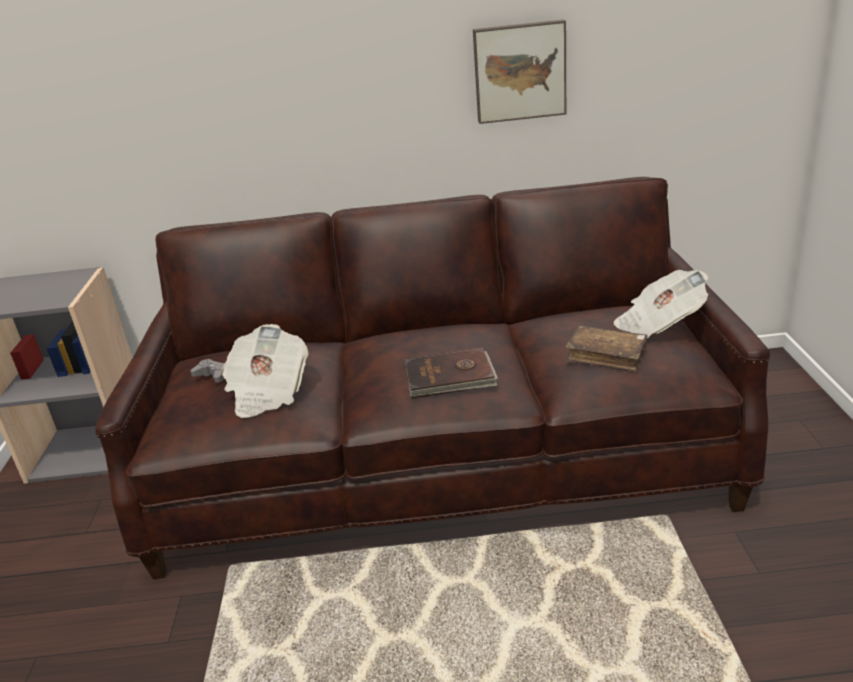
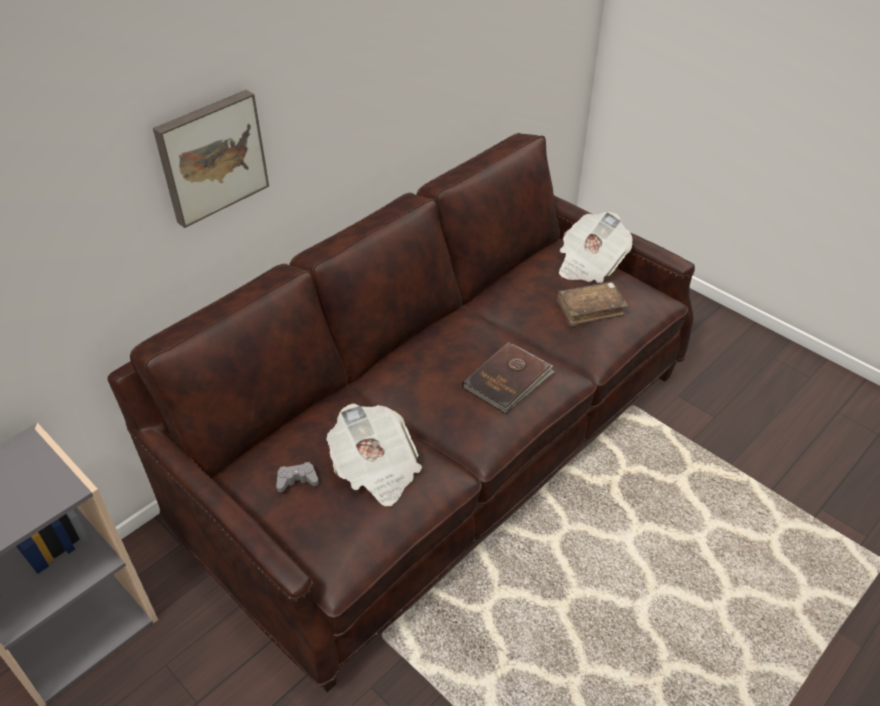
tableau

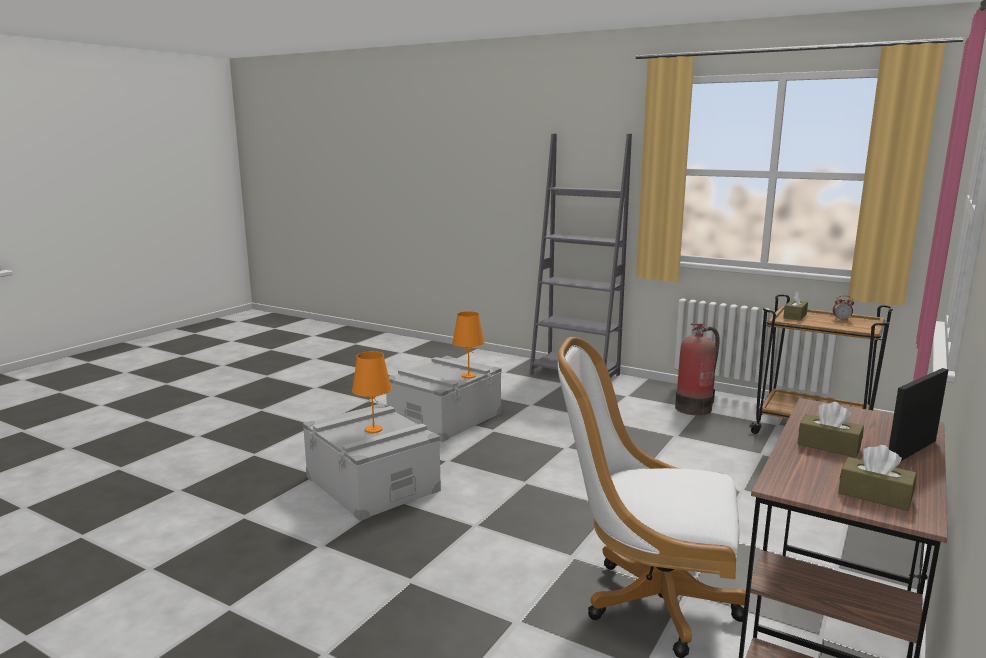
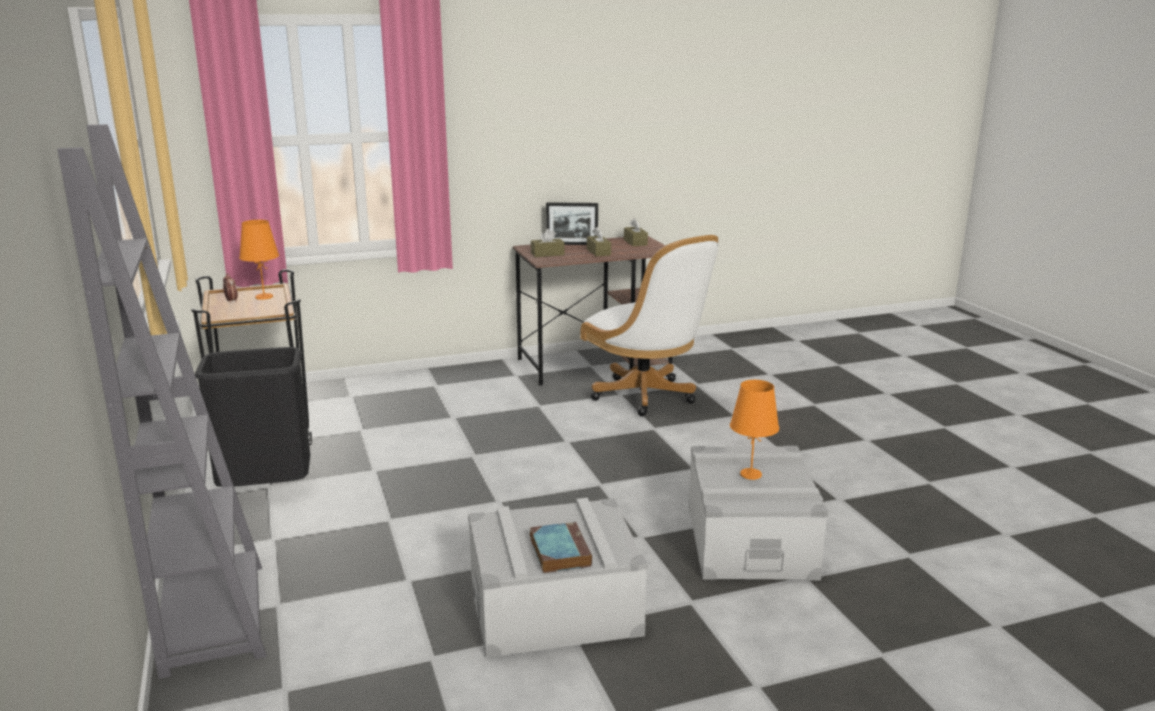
livre; lampe de table (orange) (no. 1 from left); boîte à mouchoirs (marron) (no. 1 from left); poubelle (noir)

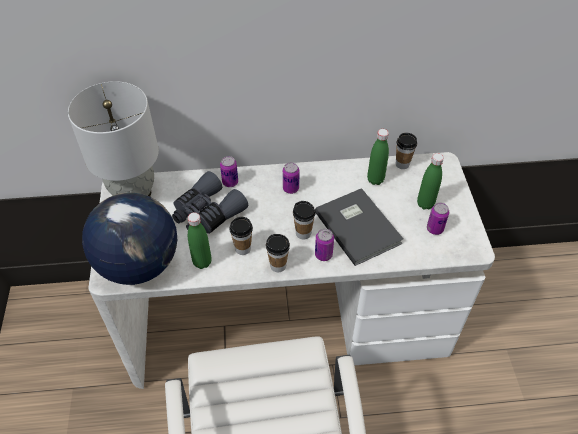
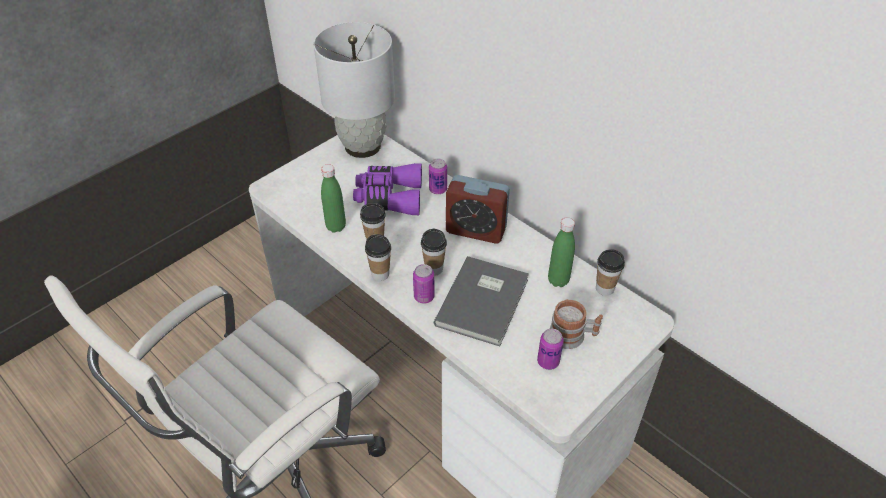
globe; réveil; mug; jumelles (violet)

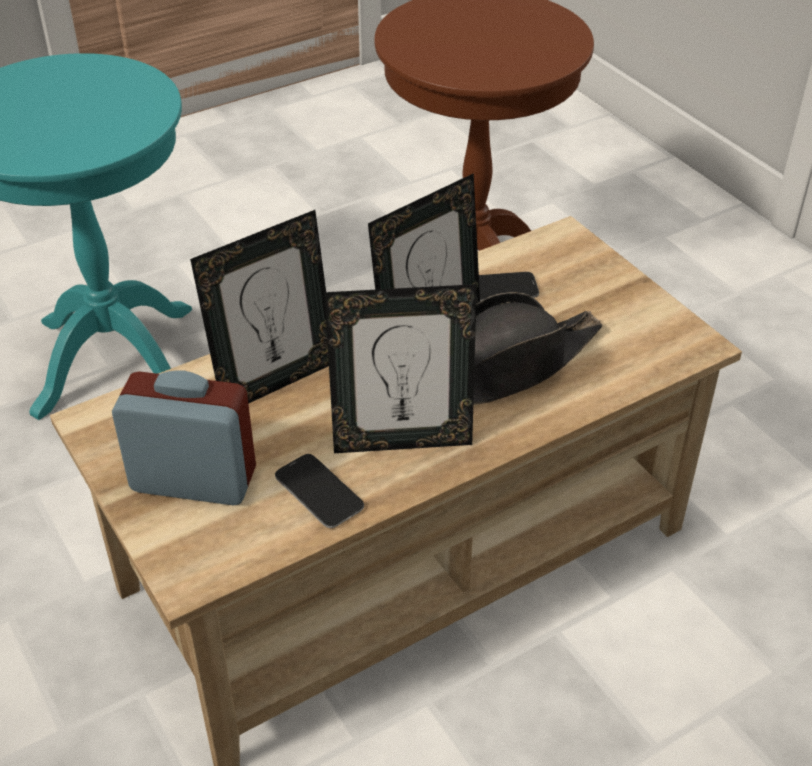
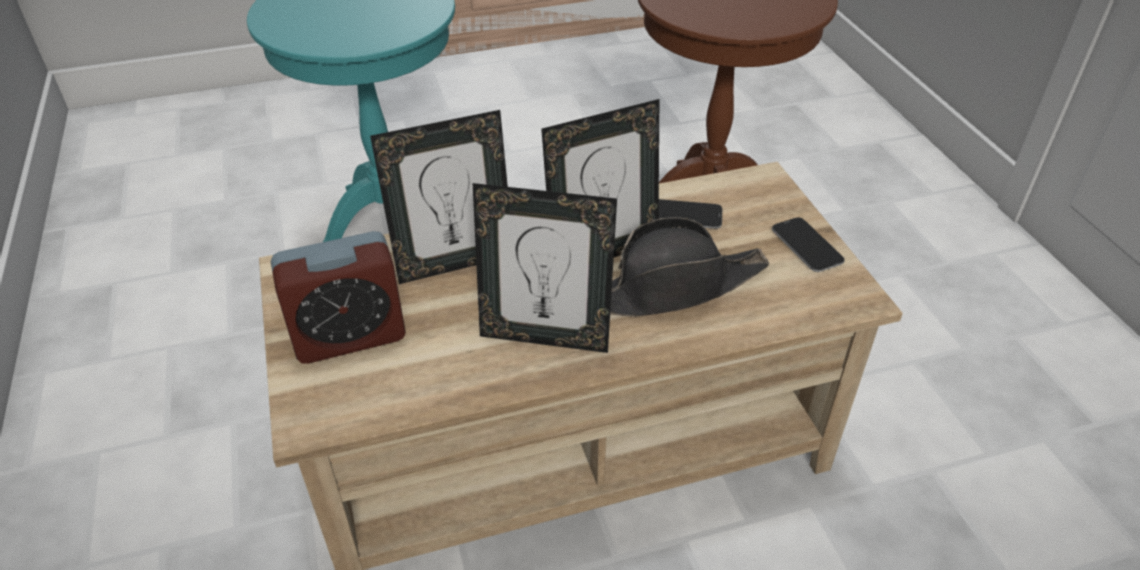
téléphone (no. 2 from left); réveil

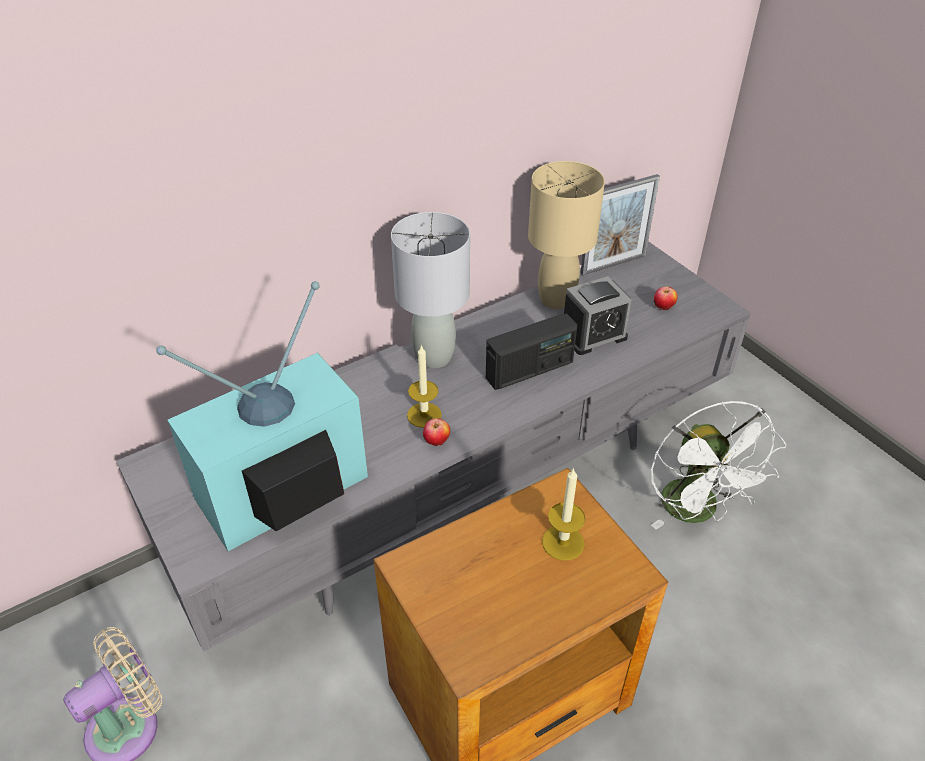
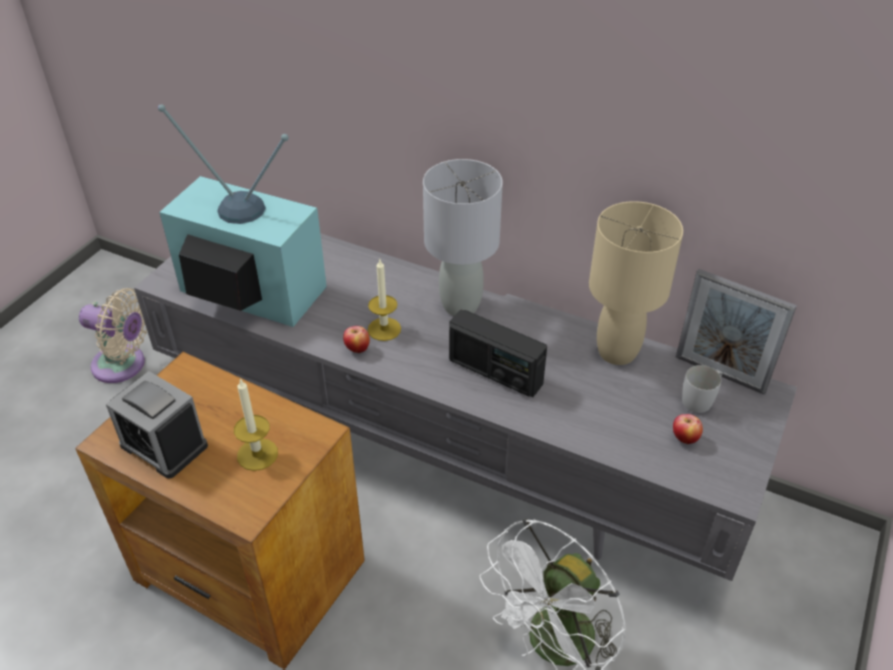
mug (blanc); réveil

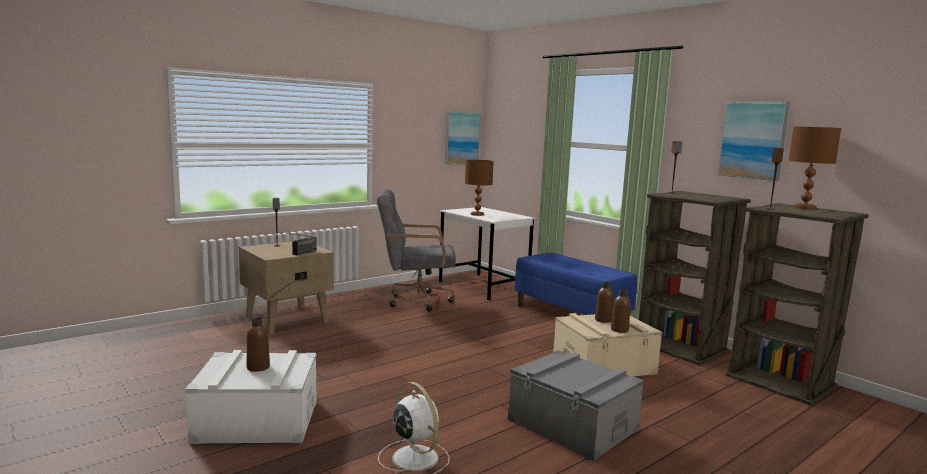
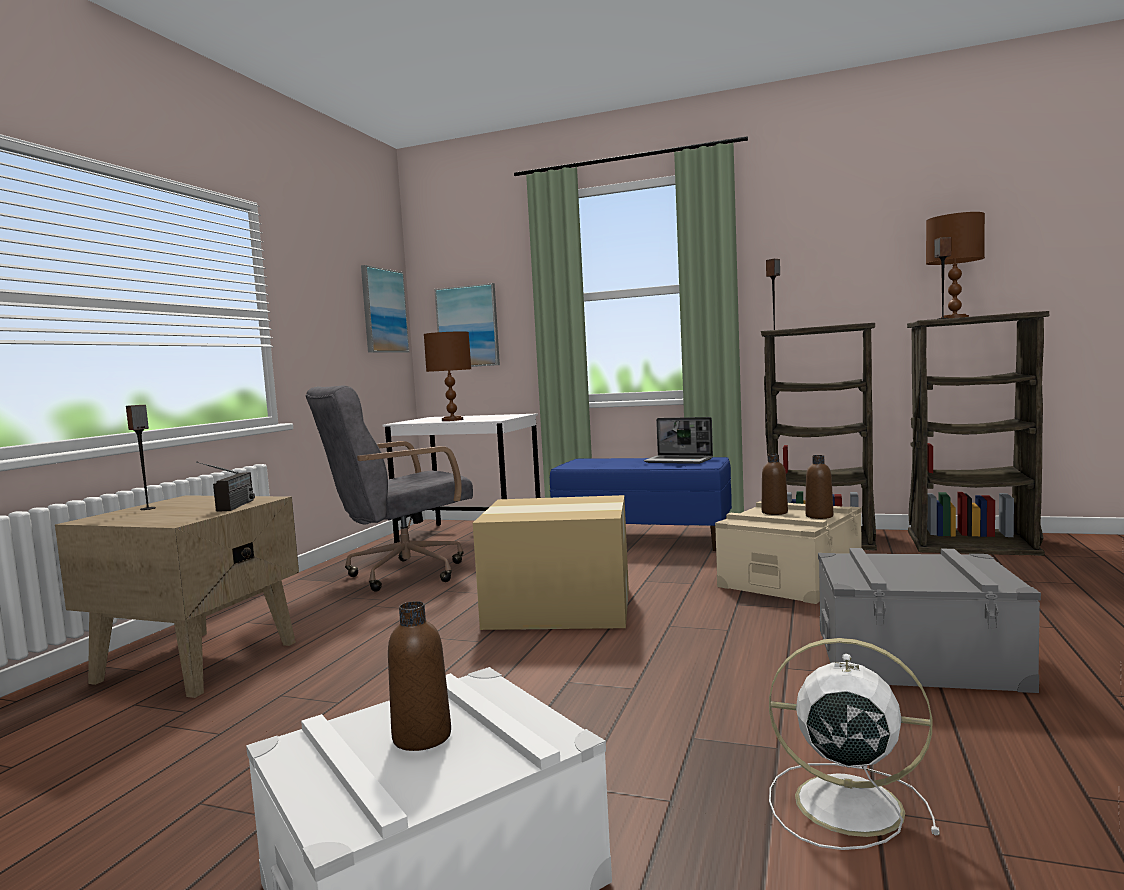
carton; ordinateur portable; tableau (no. 2 from left)

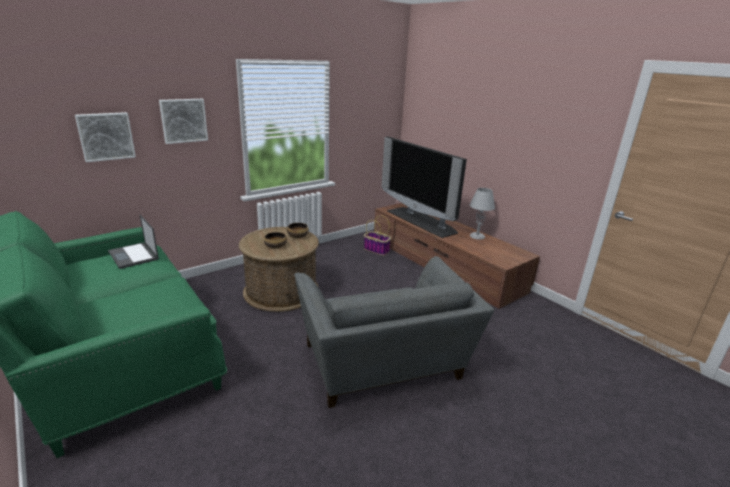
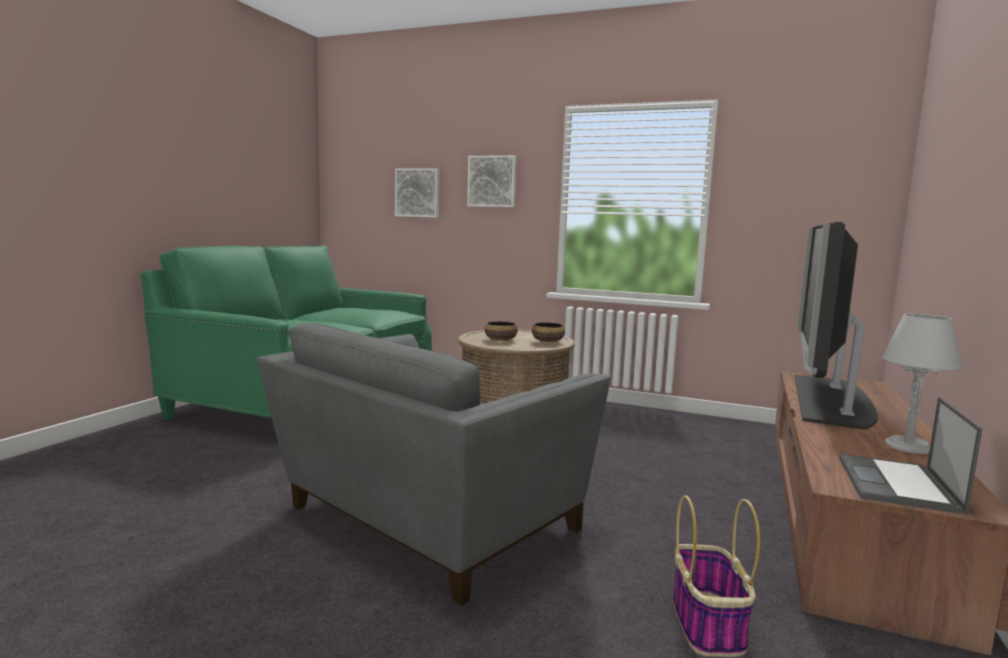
ordinateur portable; panier

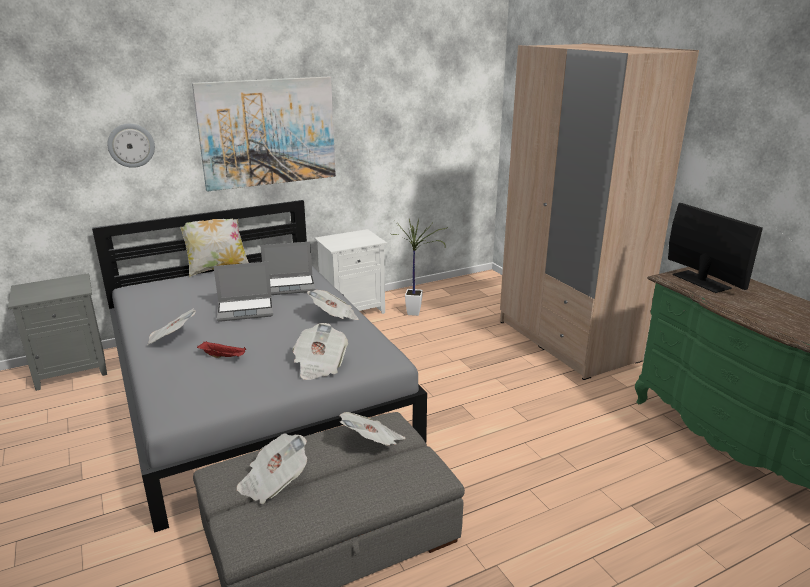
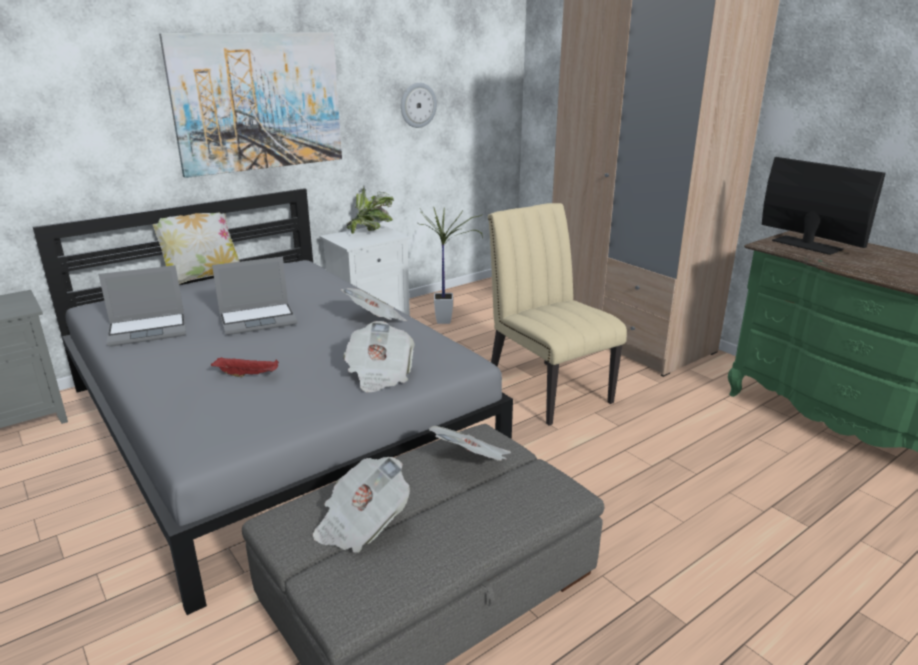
journal (no. 1 from left in the first image); plante en pot (no. 1 from left); chaise (beige); horloge murale; ordinateur portable (no. 1 from left)

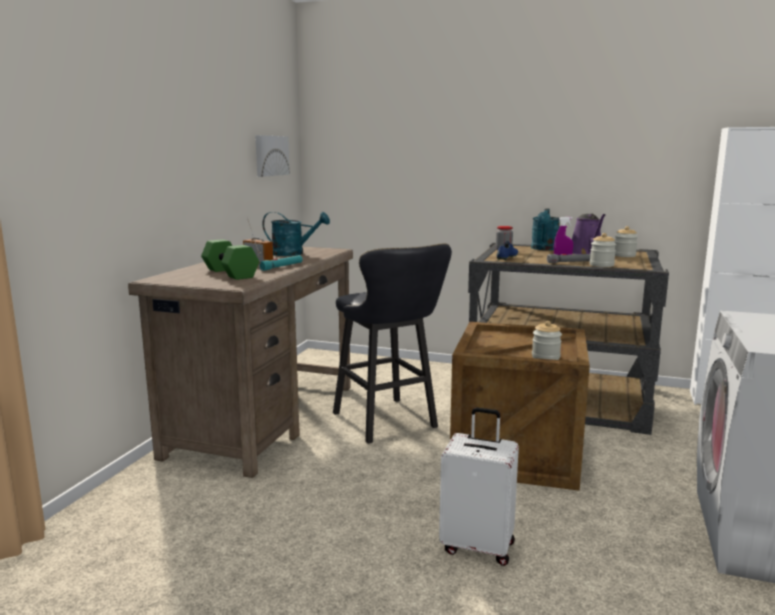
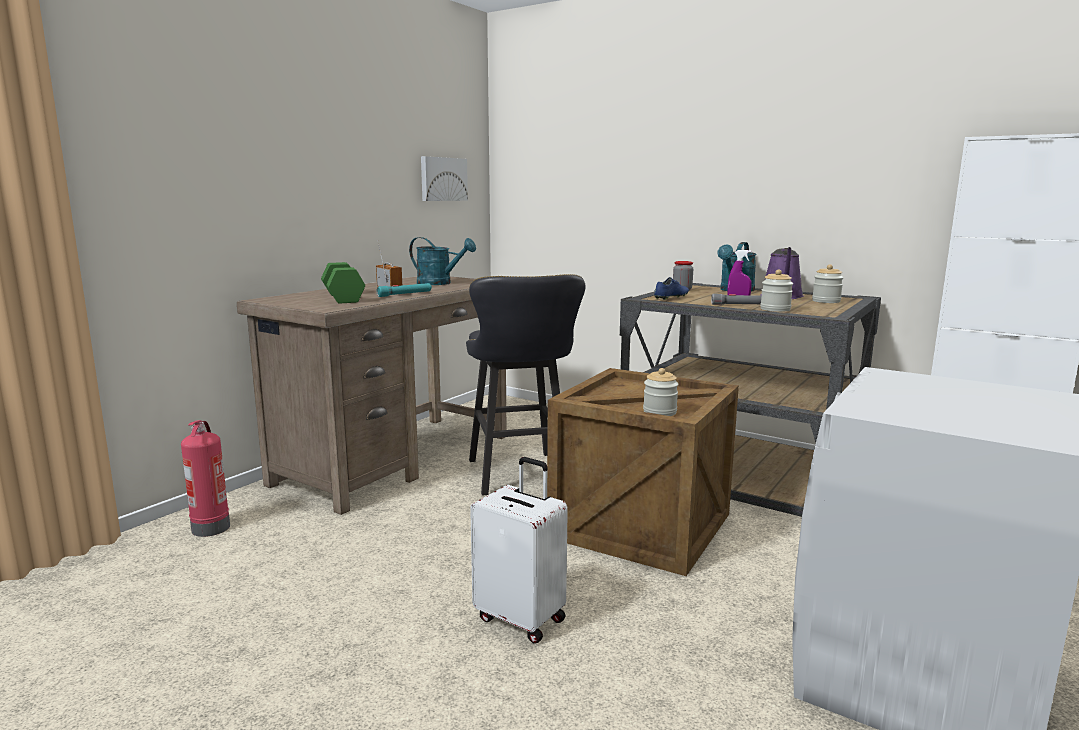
extincteur

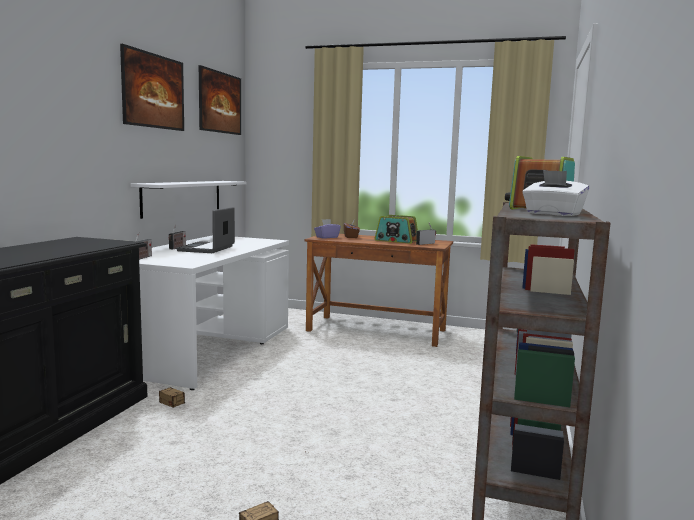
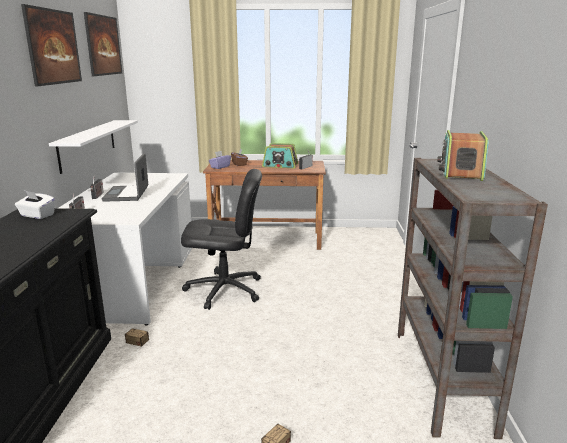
chaise de bureau (noir); boîte à mouchoirs (blanc)

